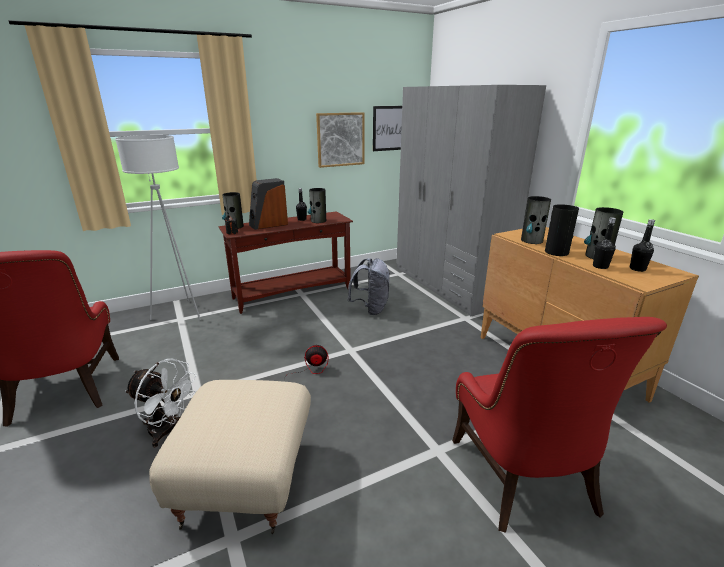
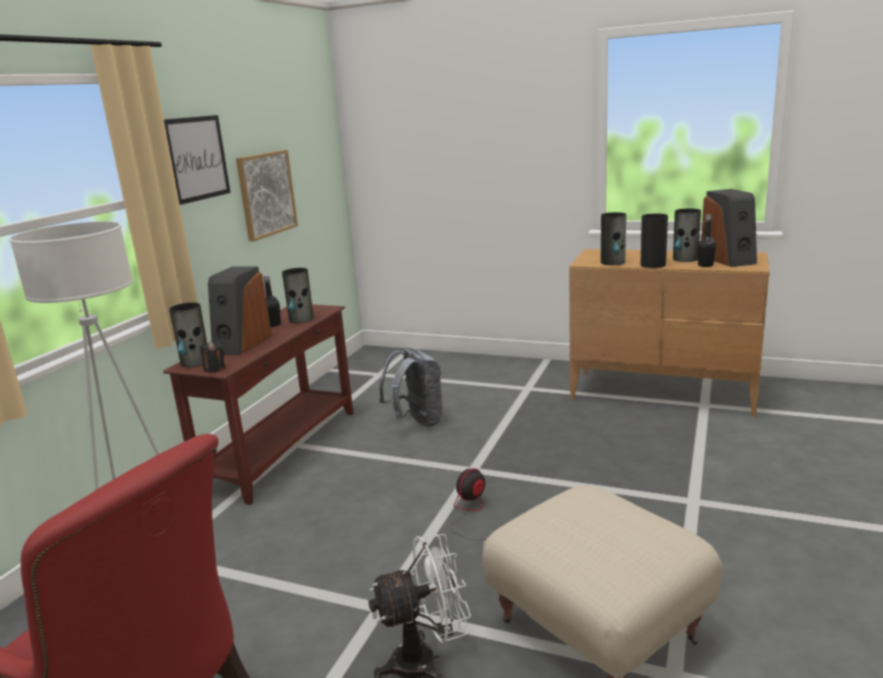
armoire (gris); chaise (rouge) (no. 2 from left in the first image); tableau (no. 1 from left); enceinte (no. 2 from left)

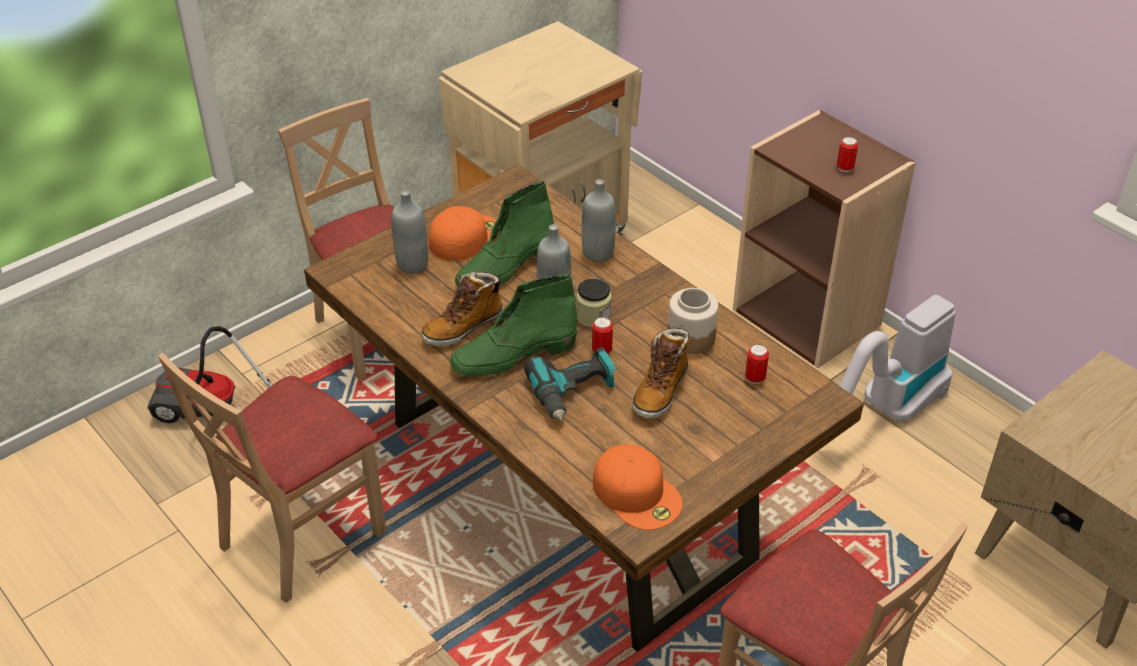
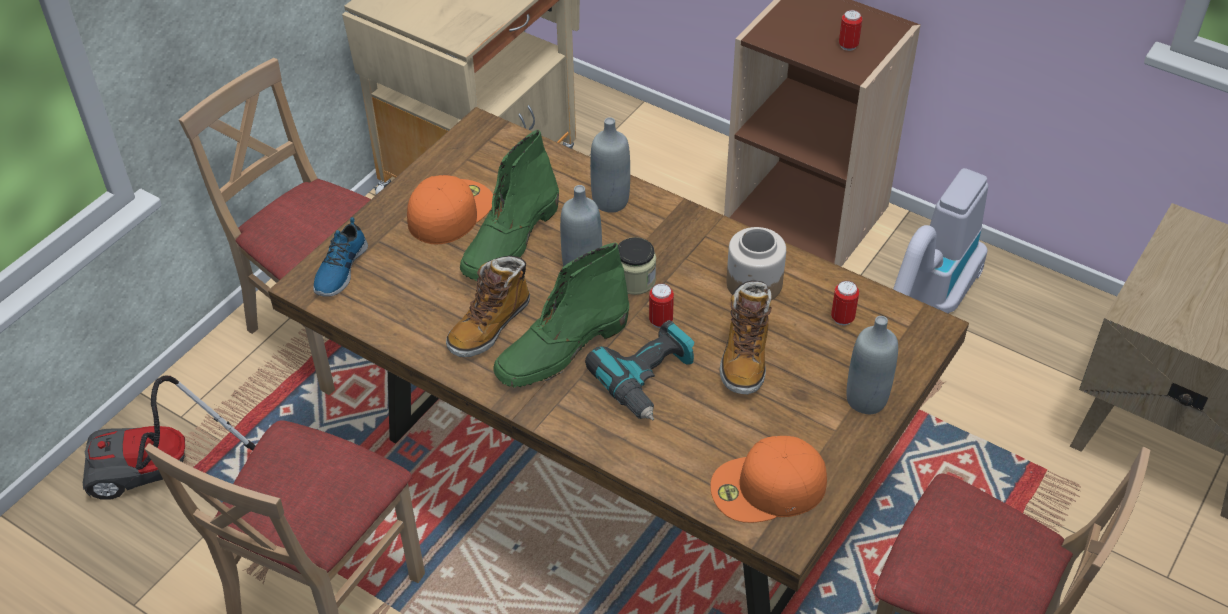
chaussure; bouteille (gris) (no. 3 from left); casquette (orange) (no. 2 from left)

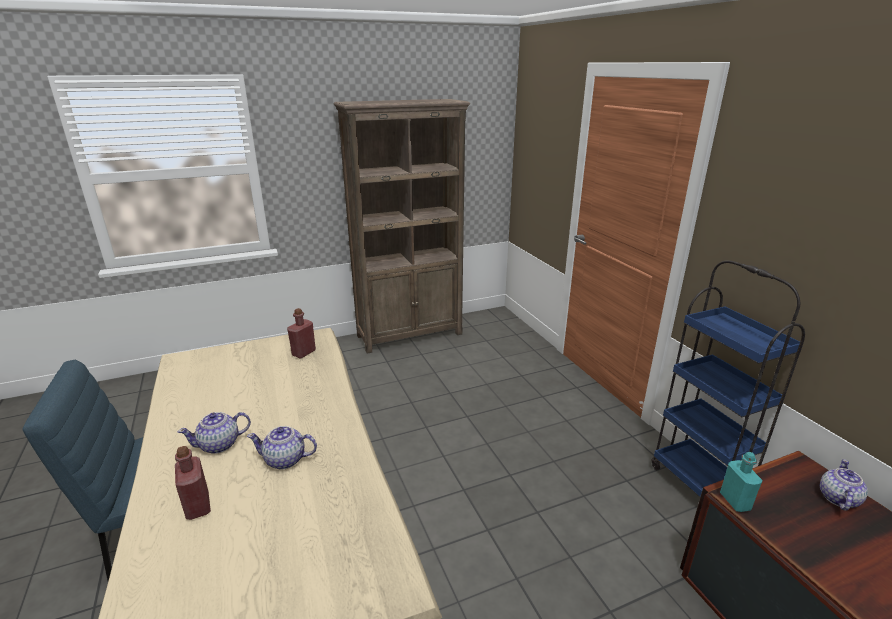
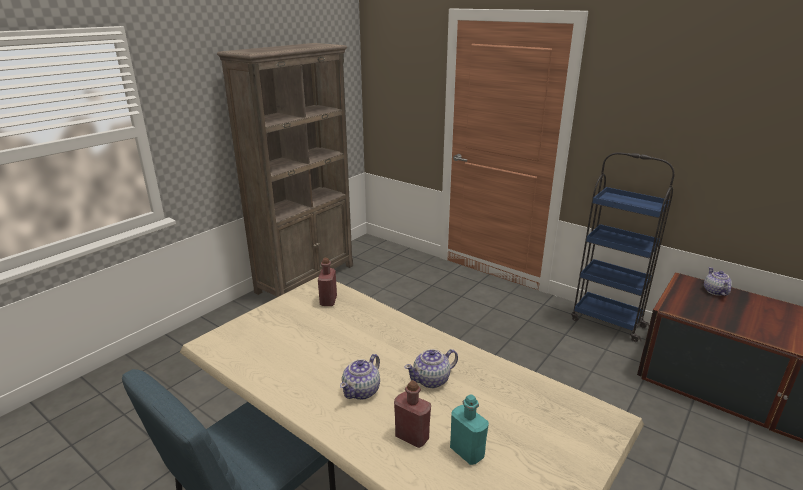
bouteille (turquoise)

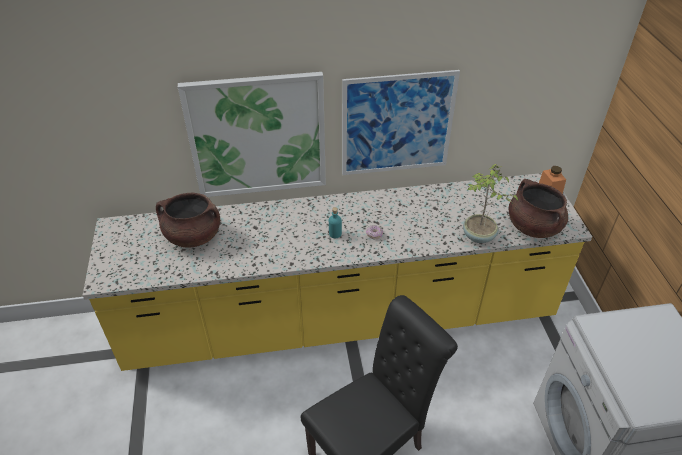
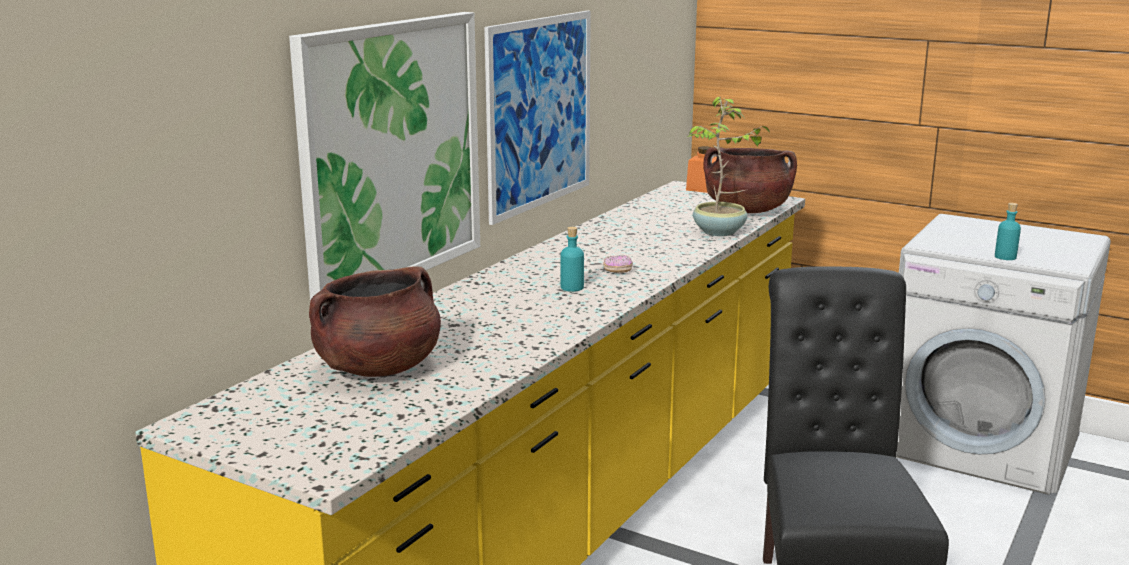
bouteille (turquoise) (no. 2 from left)

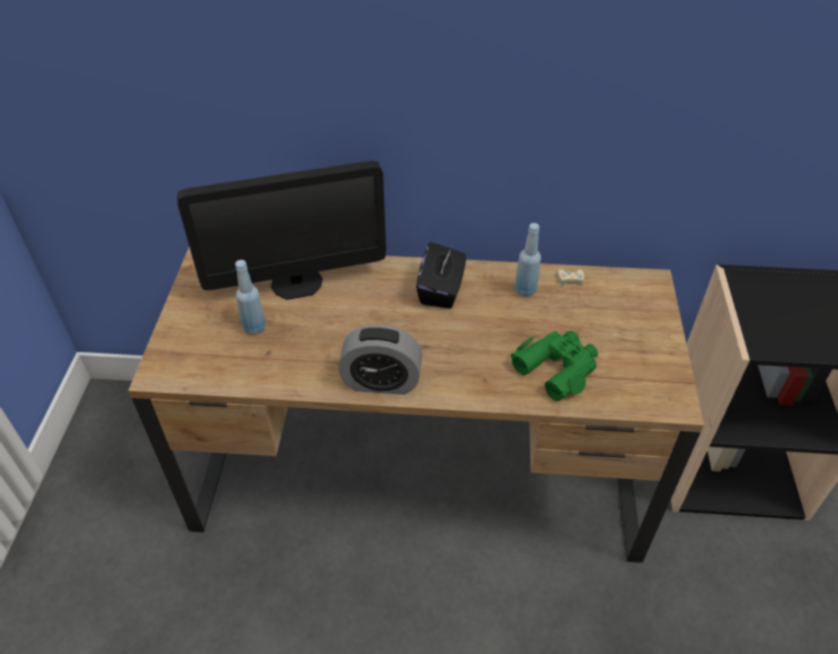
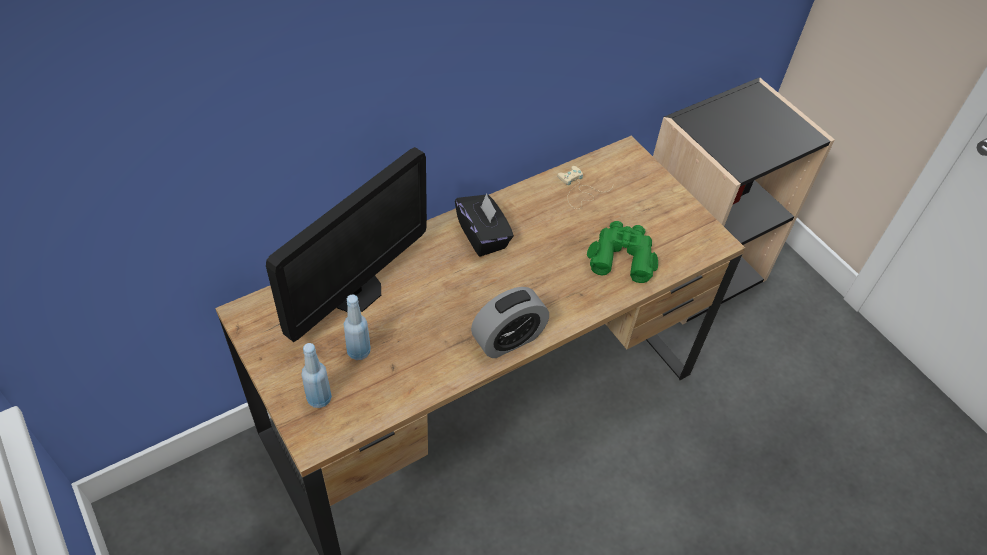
bouteille (bleu) (no. 1 from left)

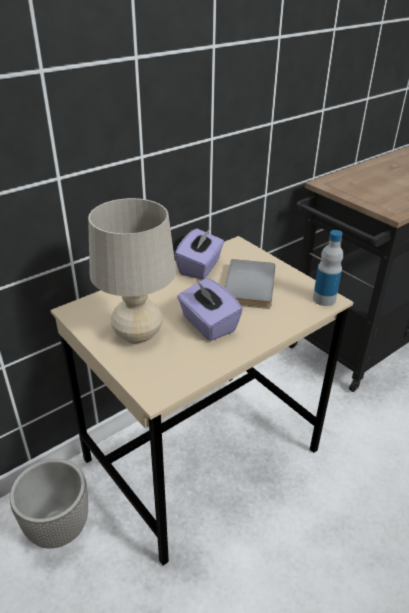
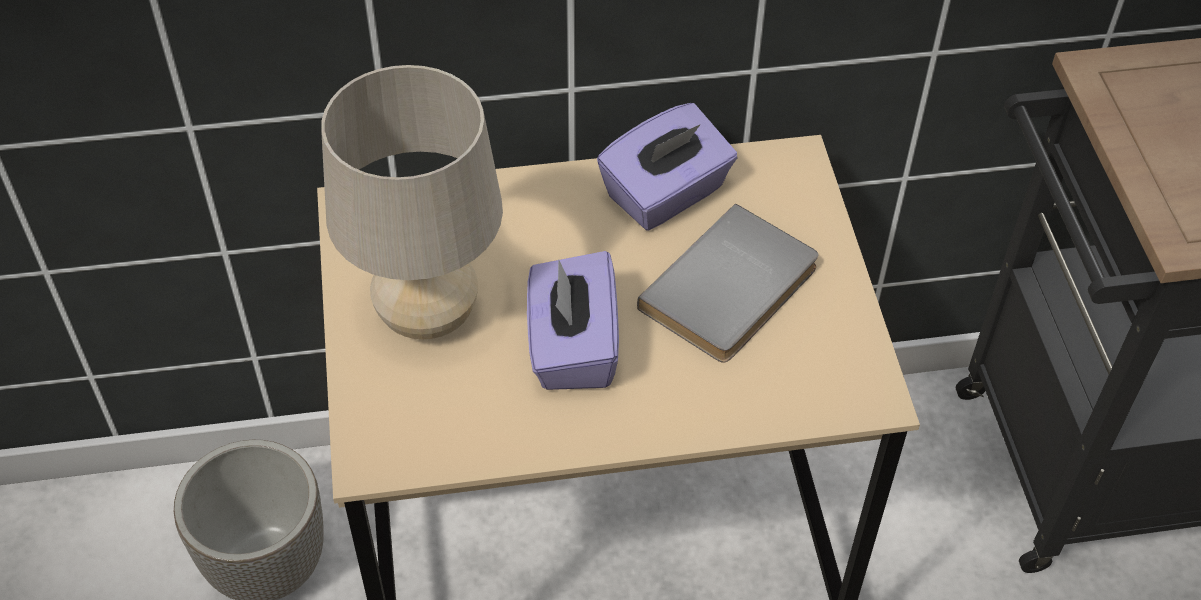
bouteille

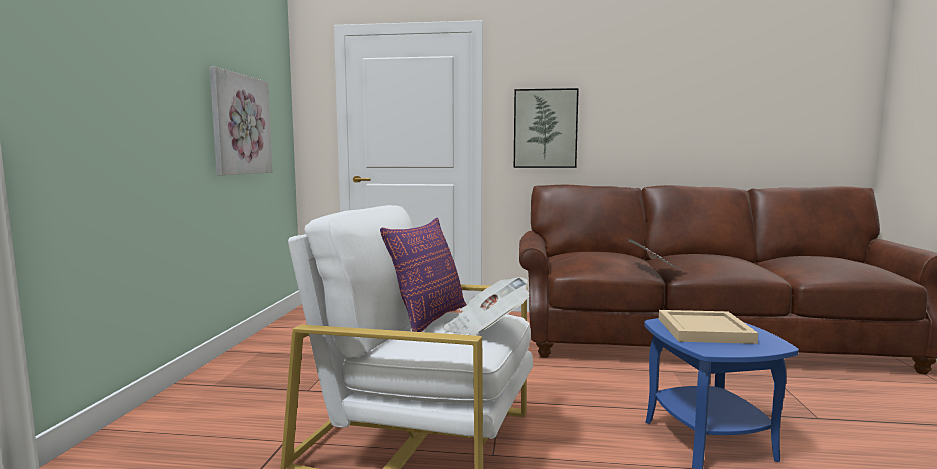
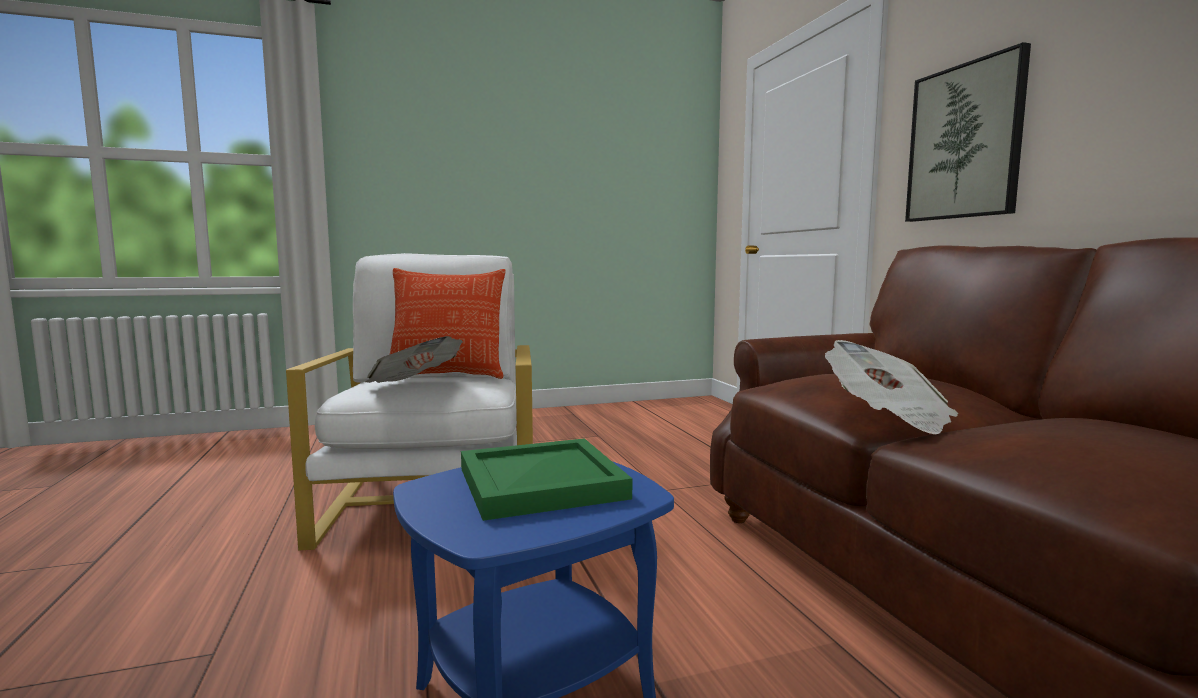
tableau (no. 1 from left in the first image); coussin (orange); plateau (vert)

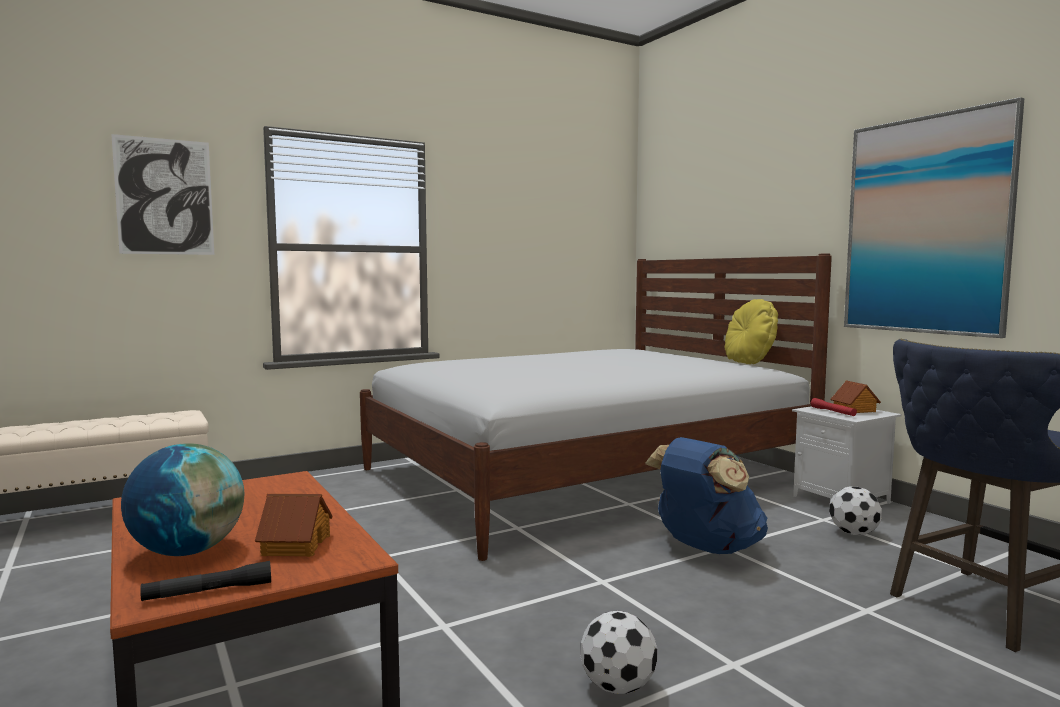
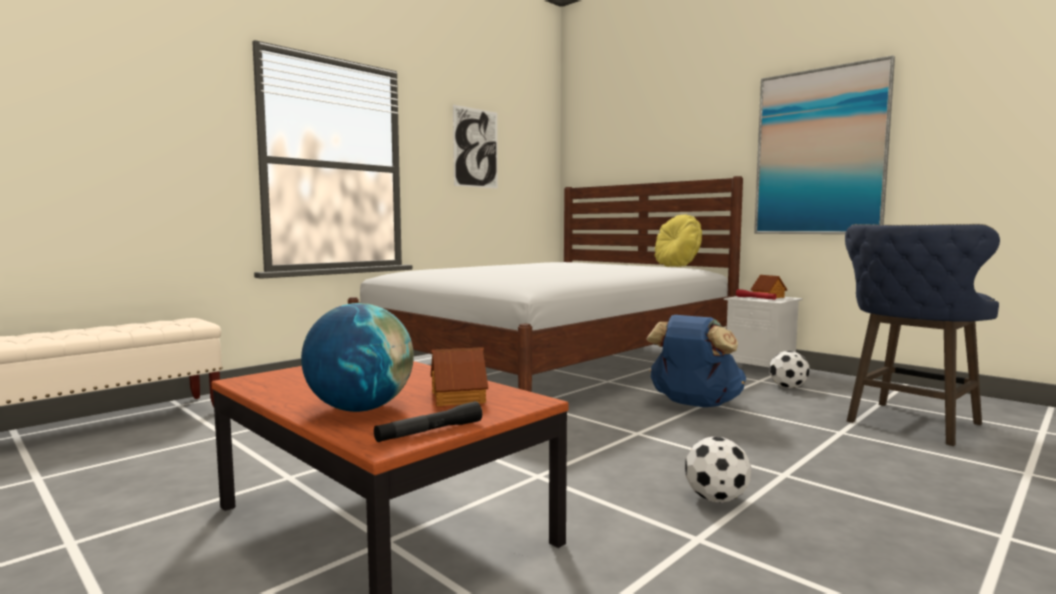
tableau (no. 1 from left)

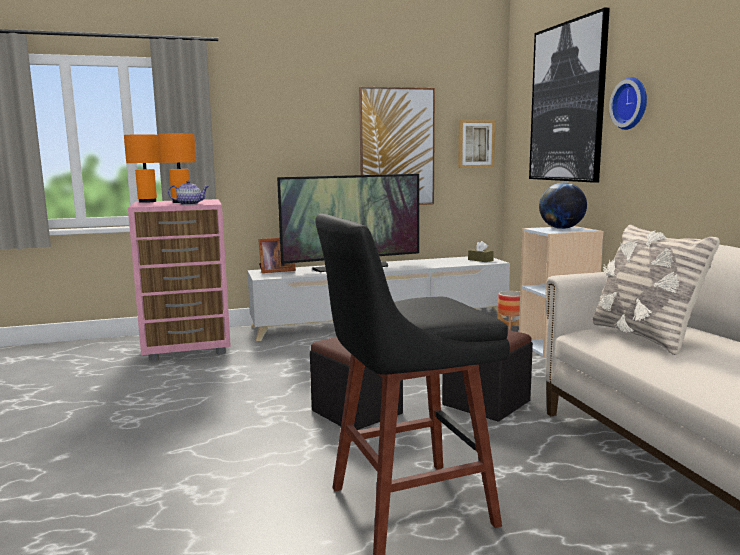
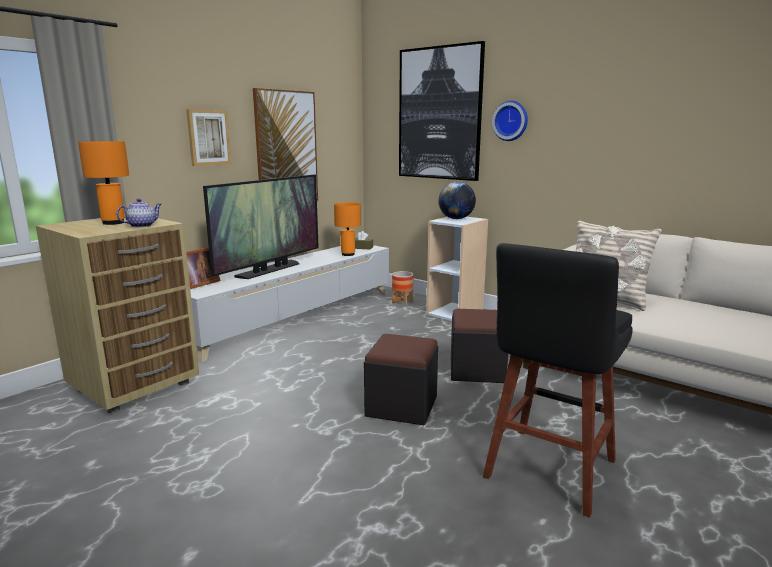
lampe de table (orange) (no. 2 from left); tableau (no. 1 from left); commode (marron)

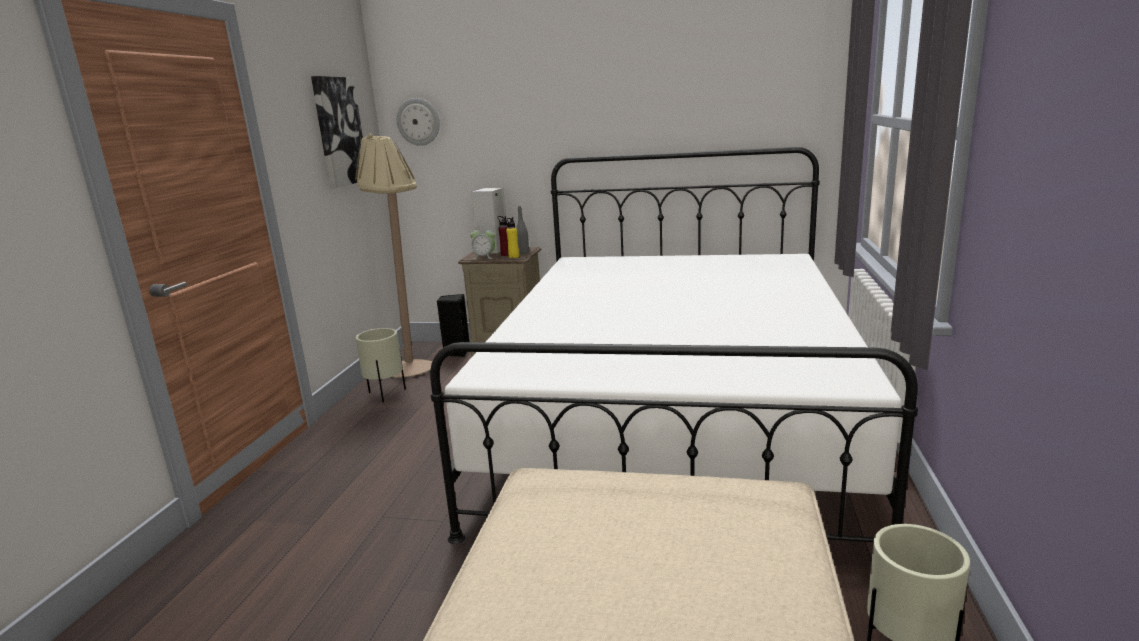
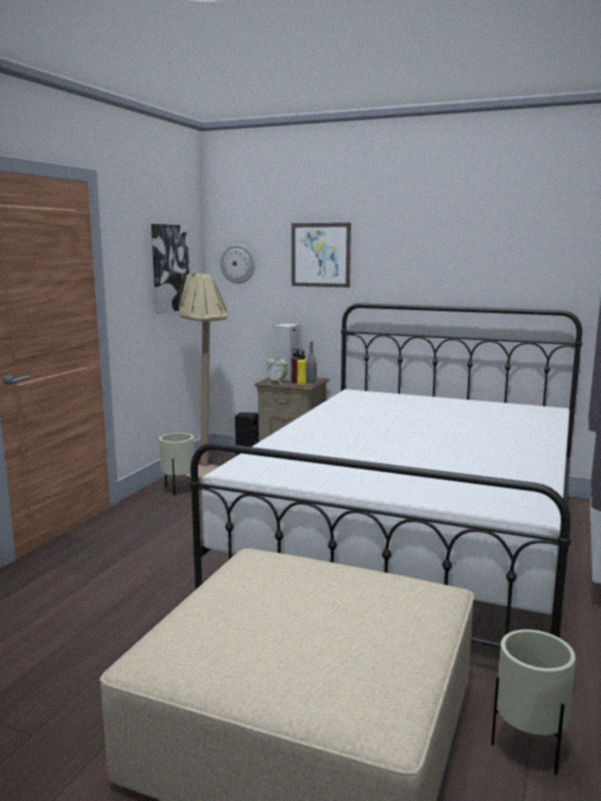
tableau (no. 2 from left)

